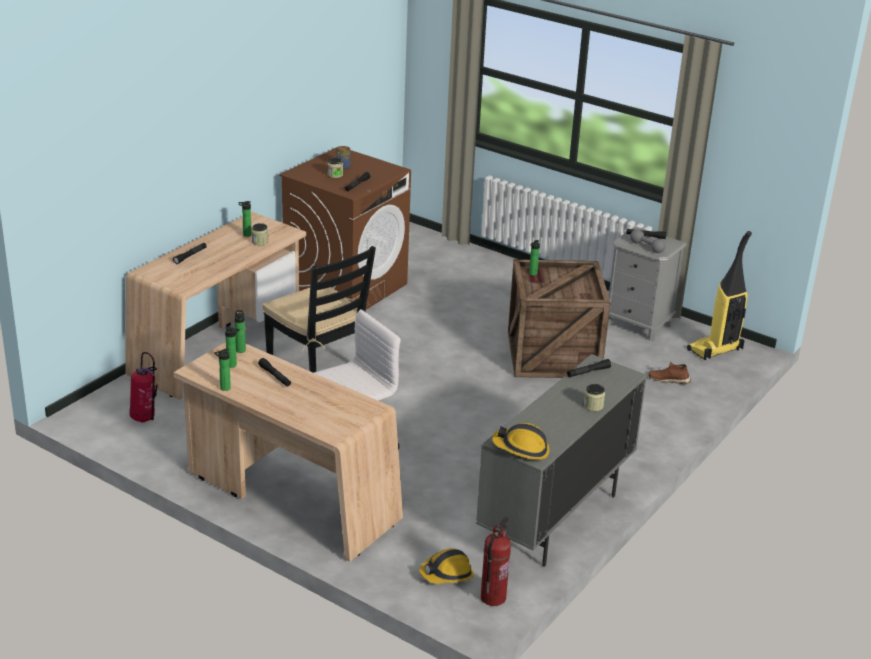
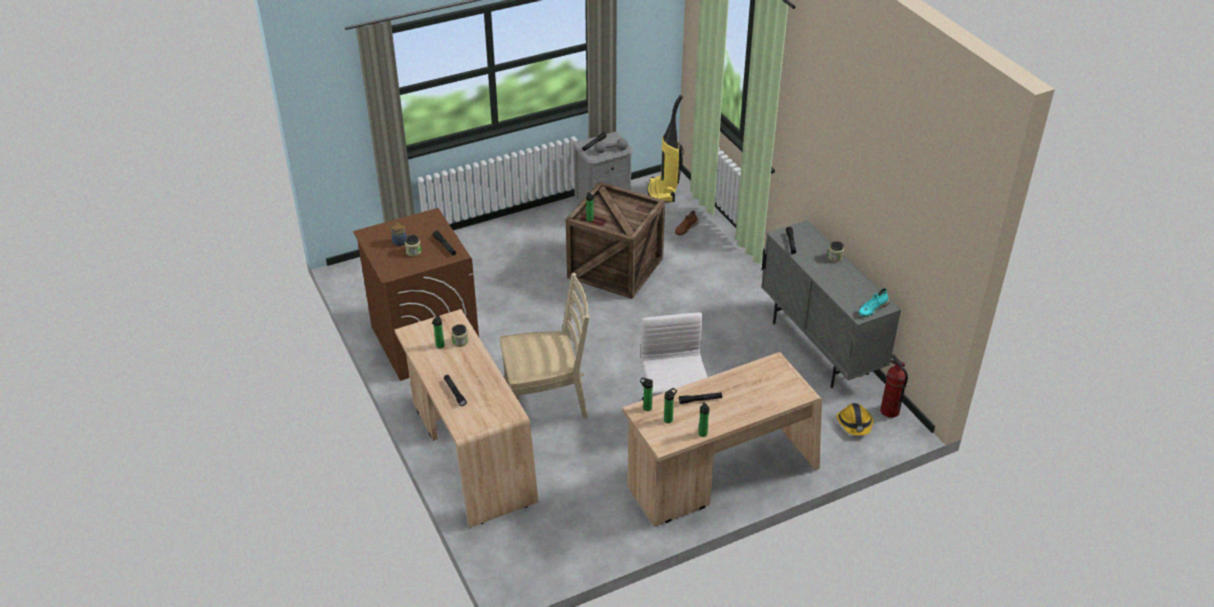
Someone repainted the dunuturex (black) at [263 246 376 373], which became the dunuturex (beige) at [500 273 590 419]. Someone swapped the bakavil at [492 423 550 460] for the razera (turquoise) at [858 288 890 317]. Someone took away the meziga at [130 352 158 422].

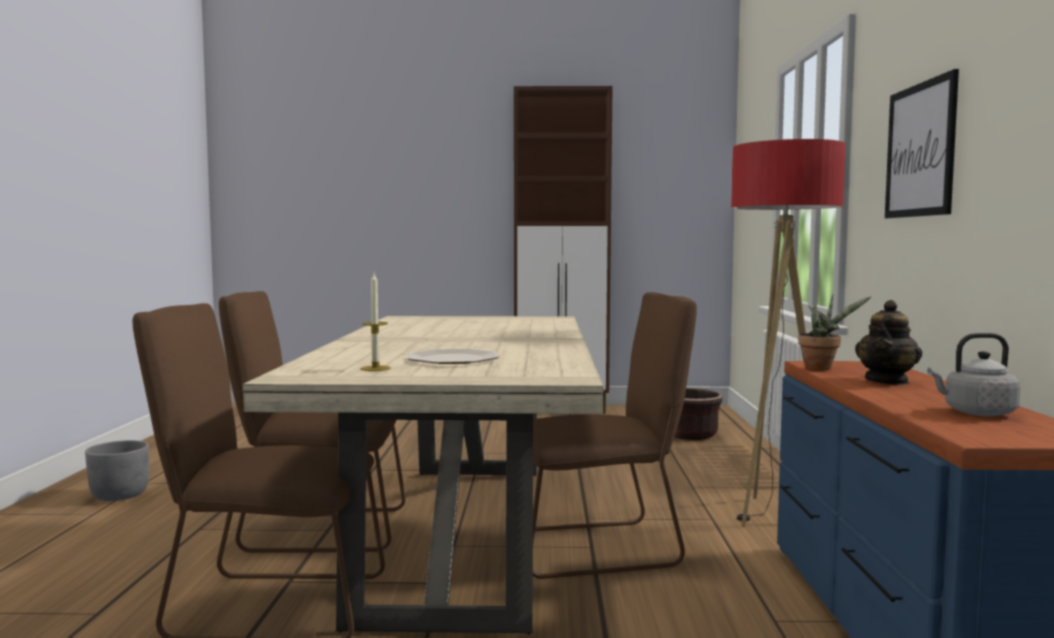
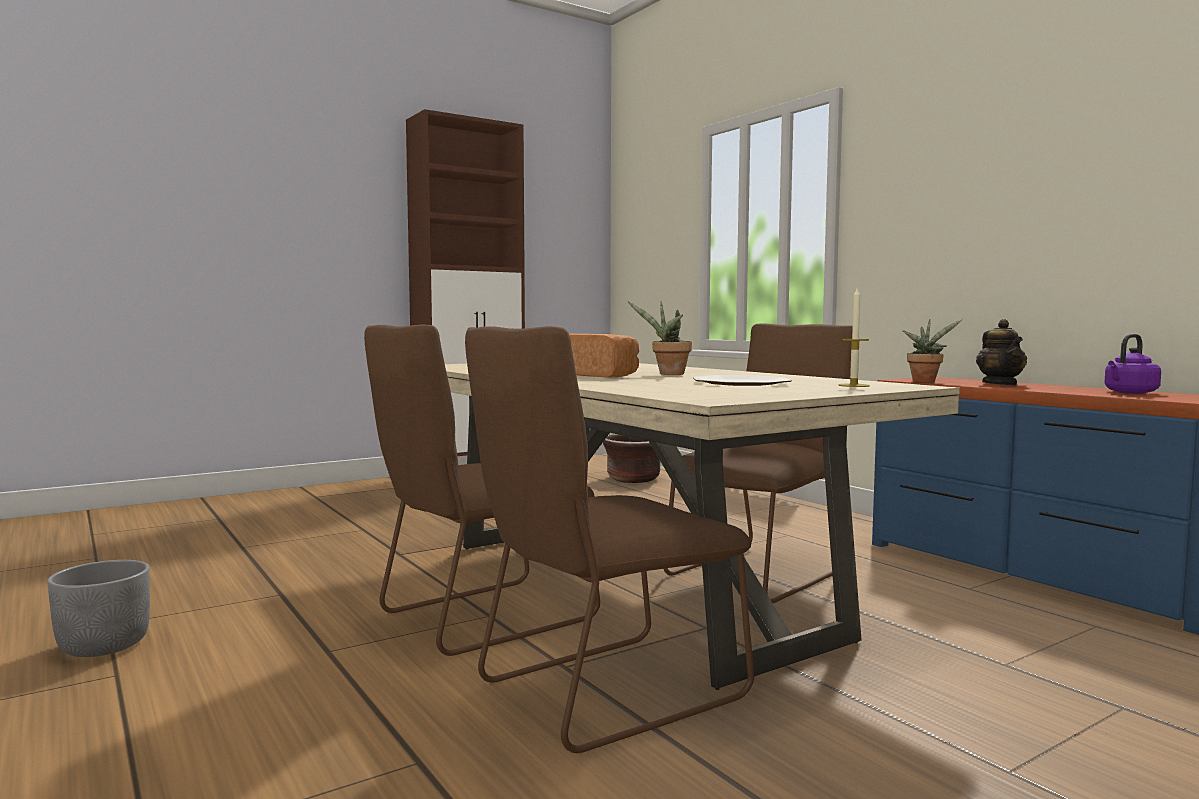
Someone put down the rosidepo at [569 334 639 378]. Someone put down the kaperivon at [628 301 692 375]. Someone carried the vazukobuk from [361 273 391 371] to [838 288 870 387]. Someone repainted the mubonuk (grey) at [927 333 1021 416], which became the mubonuk (purple) at [1104 334 1161 394]. Someone took away the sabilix at [731 139 845 527]. Someone took away the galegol at [885 69 959 218].

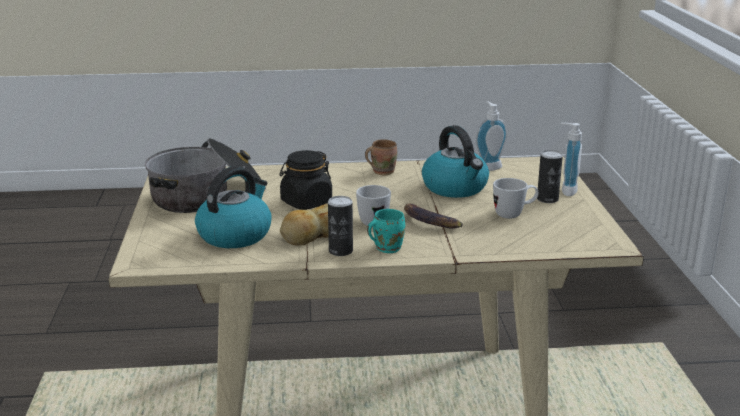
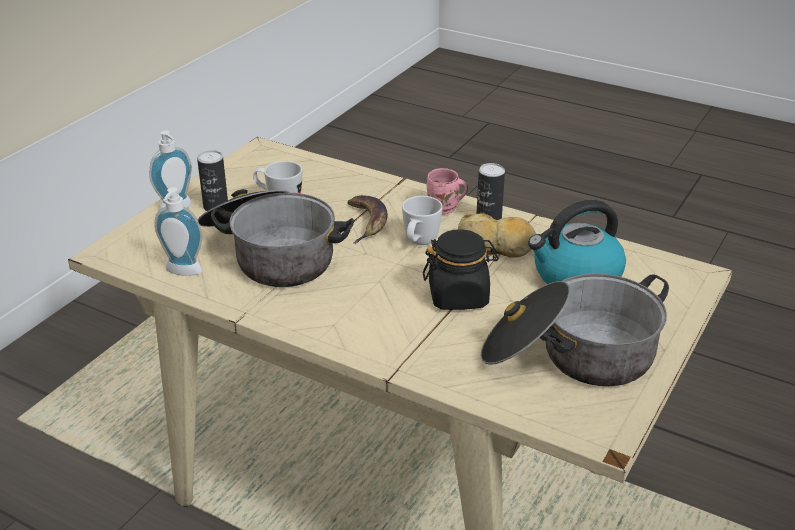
Someone swapped the mubonuk at [422 125 489 198] for the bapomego at [198 189 354 287]. Someone repainted the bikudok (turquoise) at [367 209 405 253], which became the bikudok (pink) at [427 168 468 215]. Someone took away the bikudok (brown) at [365 139 397 176].

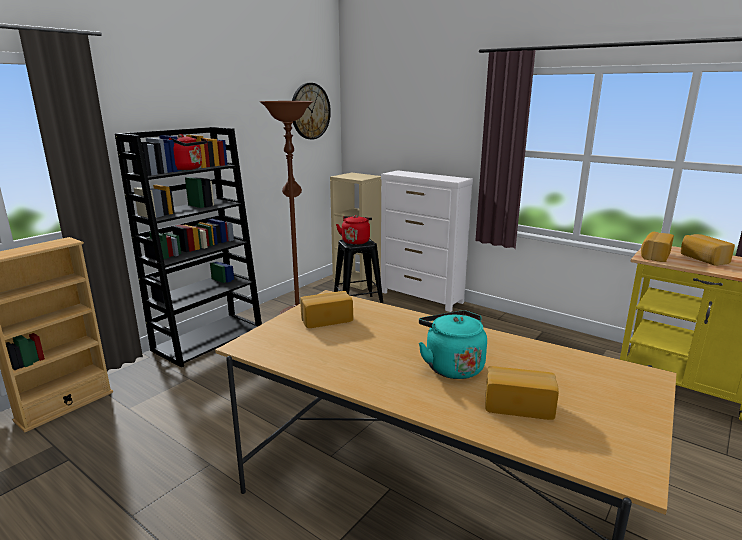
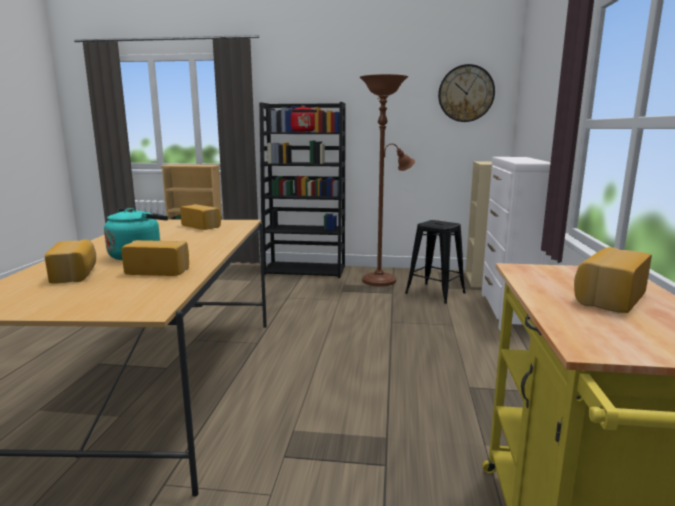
Someone carried the rosidepo from [641 232 674 262] to [121 240 189 276]. Someone took away the mubonuk (red) at [336 215 372 245].

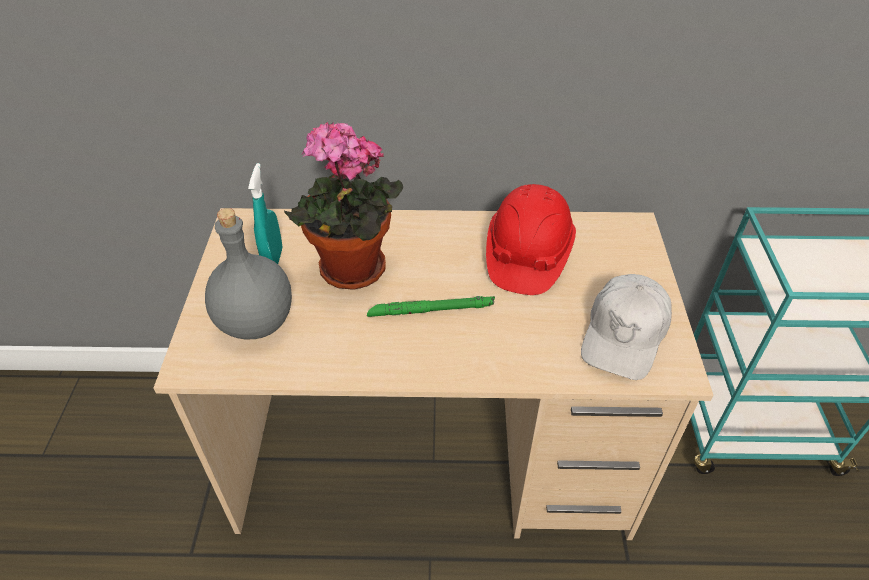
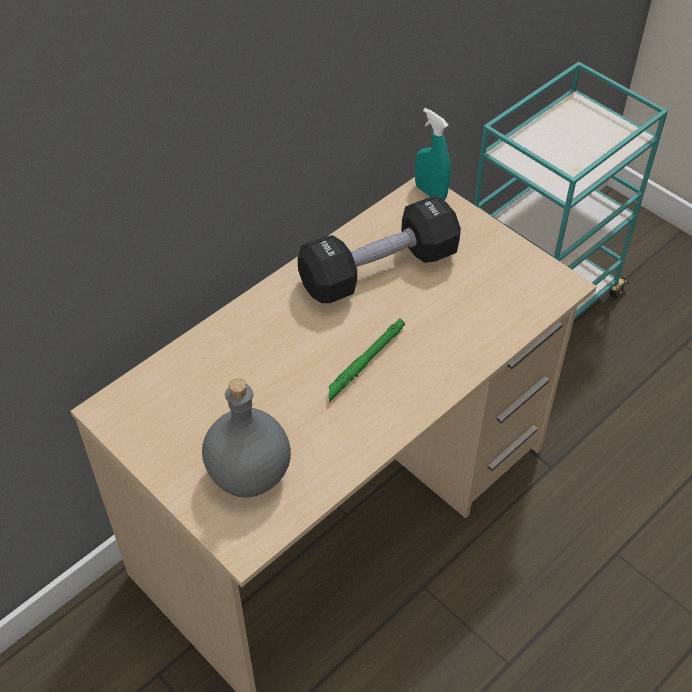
Someone swapped the bakavil (red) at [486 184 576 295] for the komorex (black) at [298 196 461 303]. Someone carried the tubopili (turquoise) from [248 163 282 264] to [415 108 451 200]. Someone took away the kaperivon at [284 122 403 290]. Someone took away the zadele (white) at [581 274 672 380].

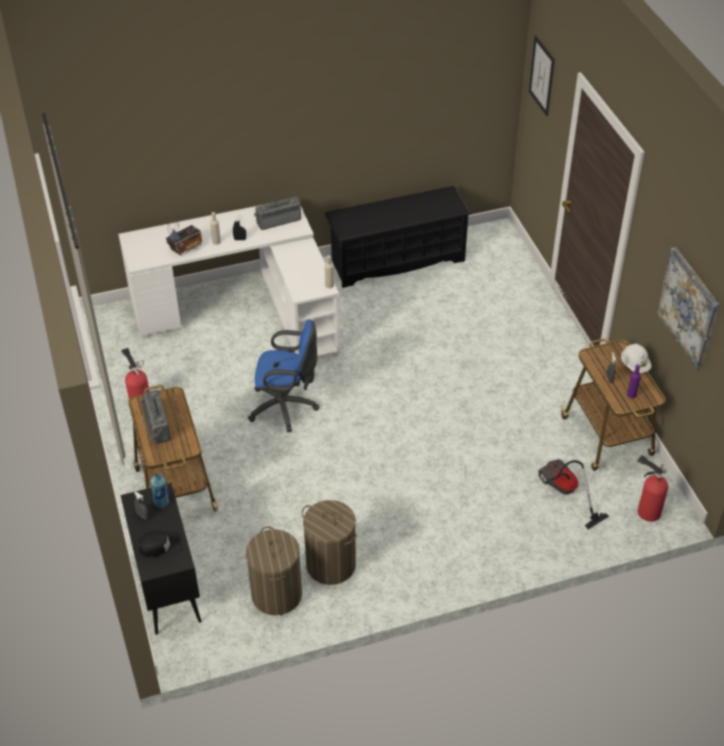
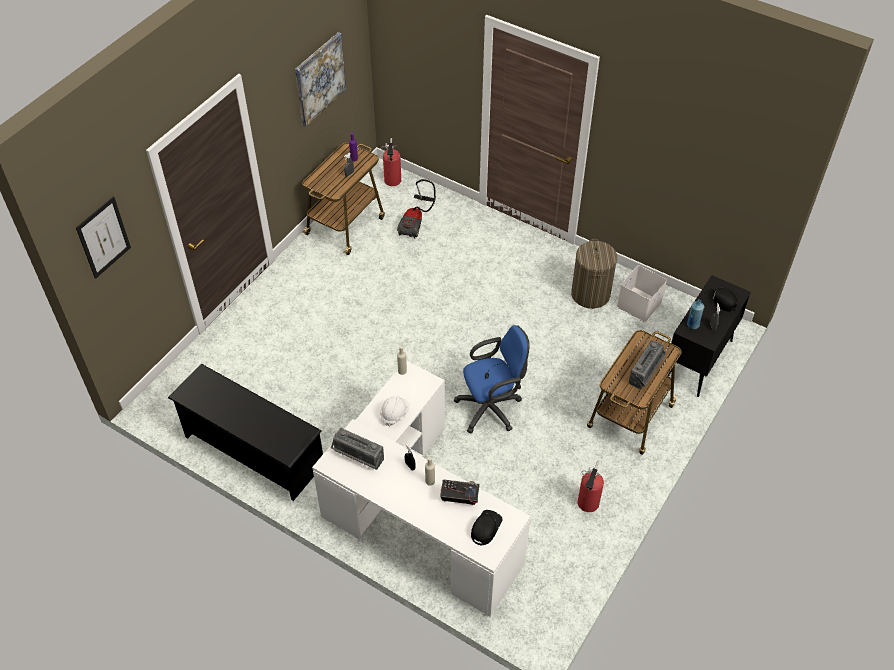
Someone carried the bakavil (white) from [621 344 652 373] to [380 396 410 426]. Someone rotated the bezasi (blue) at [248 319 319 432] by 105 degrees clockwise. Someone put down the zadele (black) at [471 510 503 546]. Someone swapped the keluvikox at [246 526 302 615] for the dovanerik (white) at [617 265 667 322].

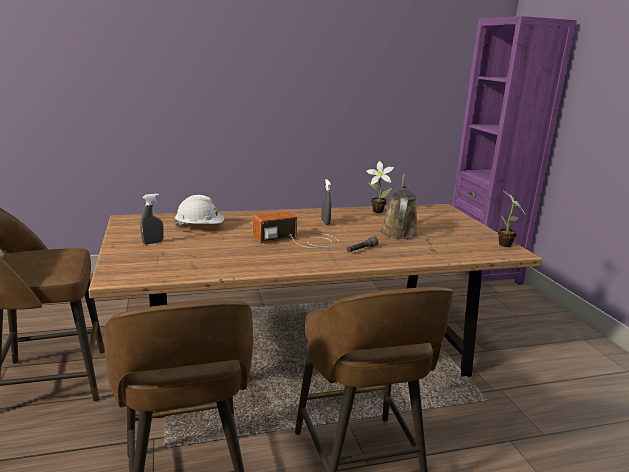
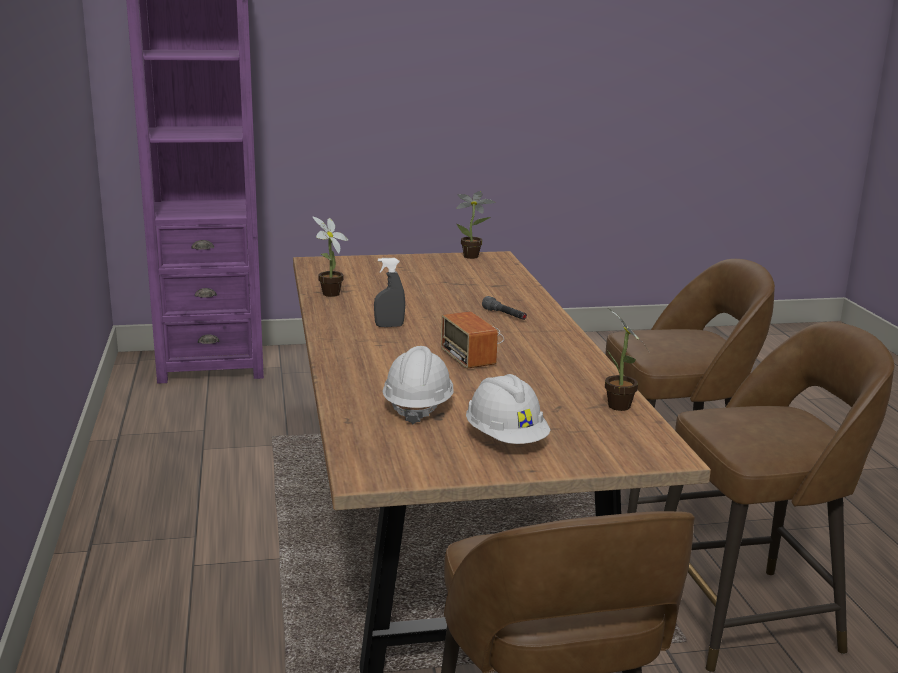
Someone swapped the tubopili (grey) at [140 194 164 244] for the bakavil (white) at [466 374 551 444]. Someone put down the kaperivon at [605 308 650 411]. Someone took away the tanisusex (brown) at [380 174 418 239].

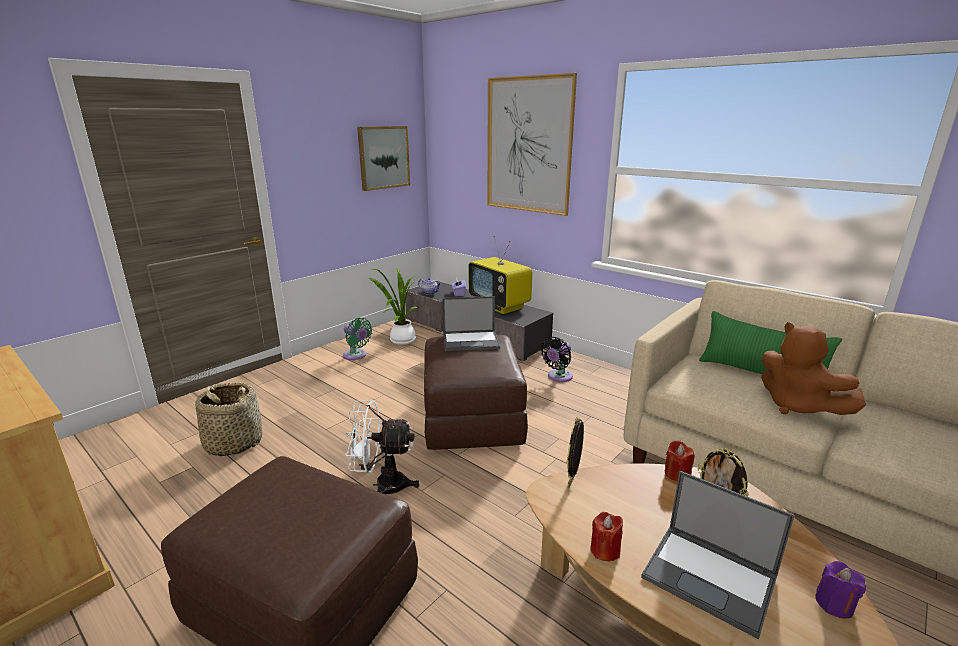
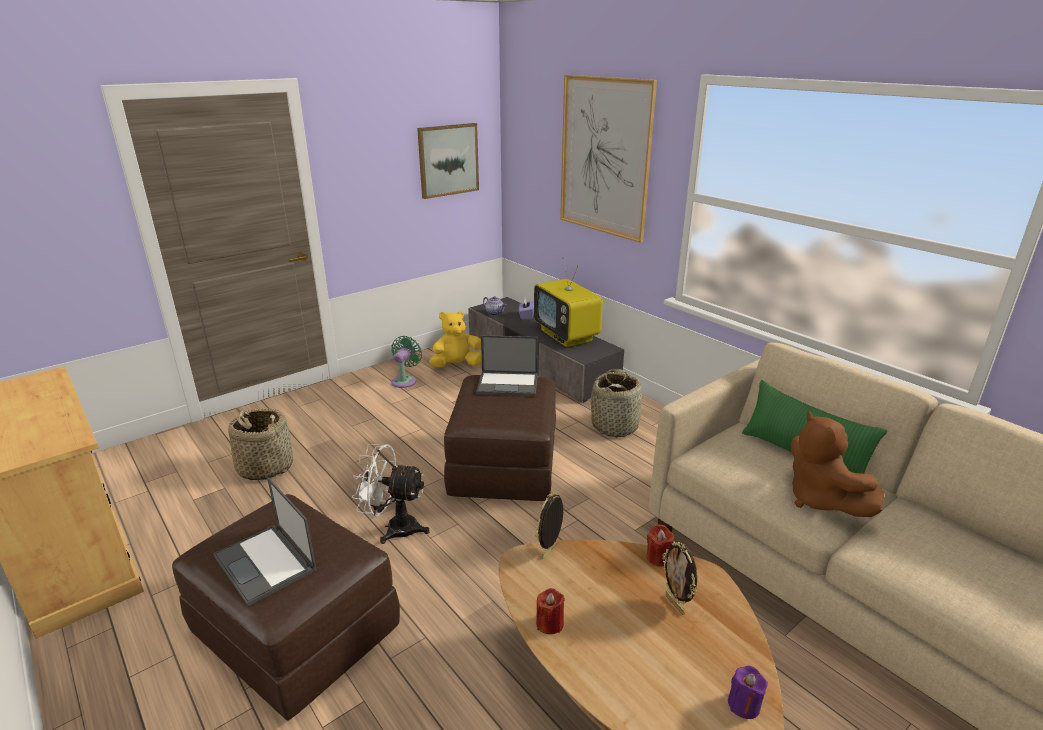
Someone carried the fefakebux from [641 471 795 639] to [213 477 317 606]. Someone rotated the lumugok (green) at [343 318 372 360] by 120 degrees counterclockwise. Someone swapped the kaperivon at [369 269 420 345] for the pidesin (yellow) at [429 311 482 368]. Someone swapped the lumugok (black) at [541 337 573 382] for the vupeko at [591 369 642 437].

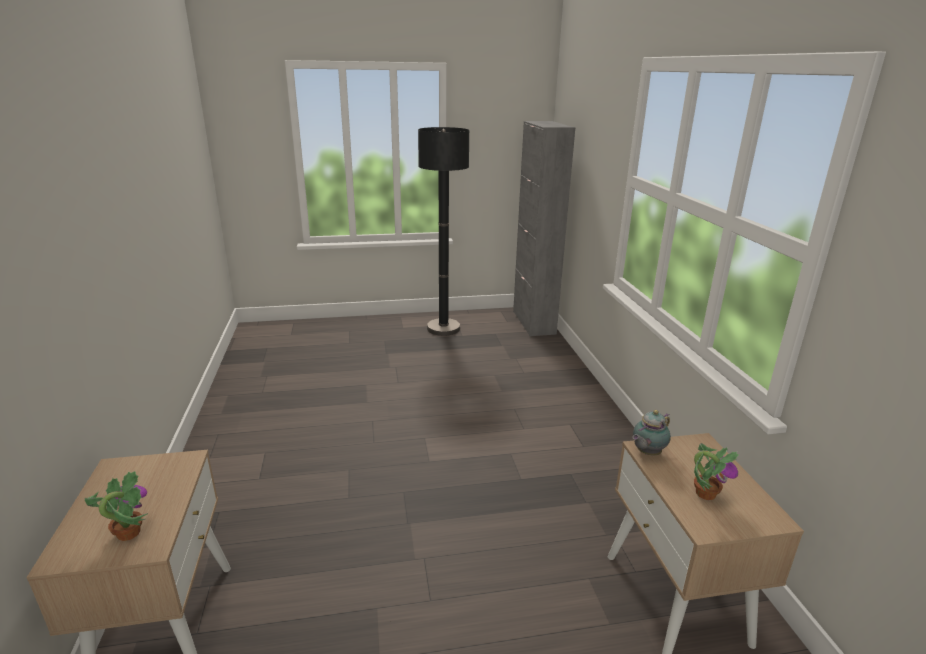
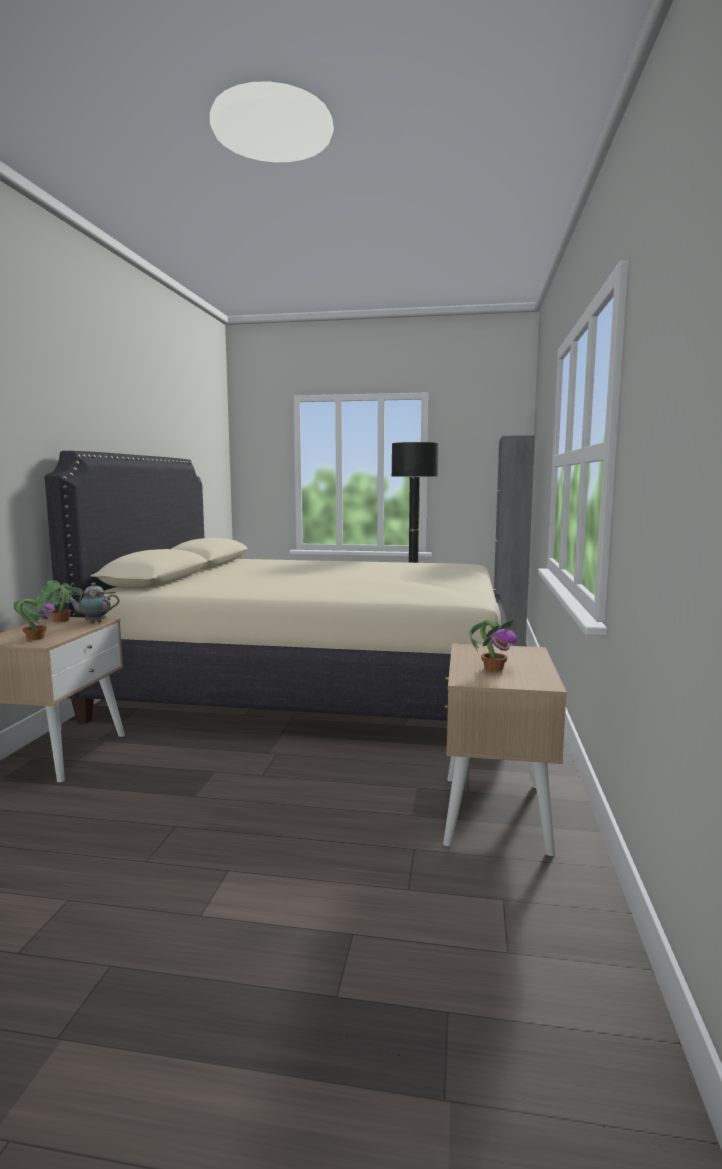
Someone put down the kaperivon at [37 580 83 622]. Someone put down the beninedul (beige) at [45 451 514 724]. Someone carried the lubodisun from [632 410 671 455] to [67 583 119 623].

